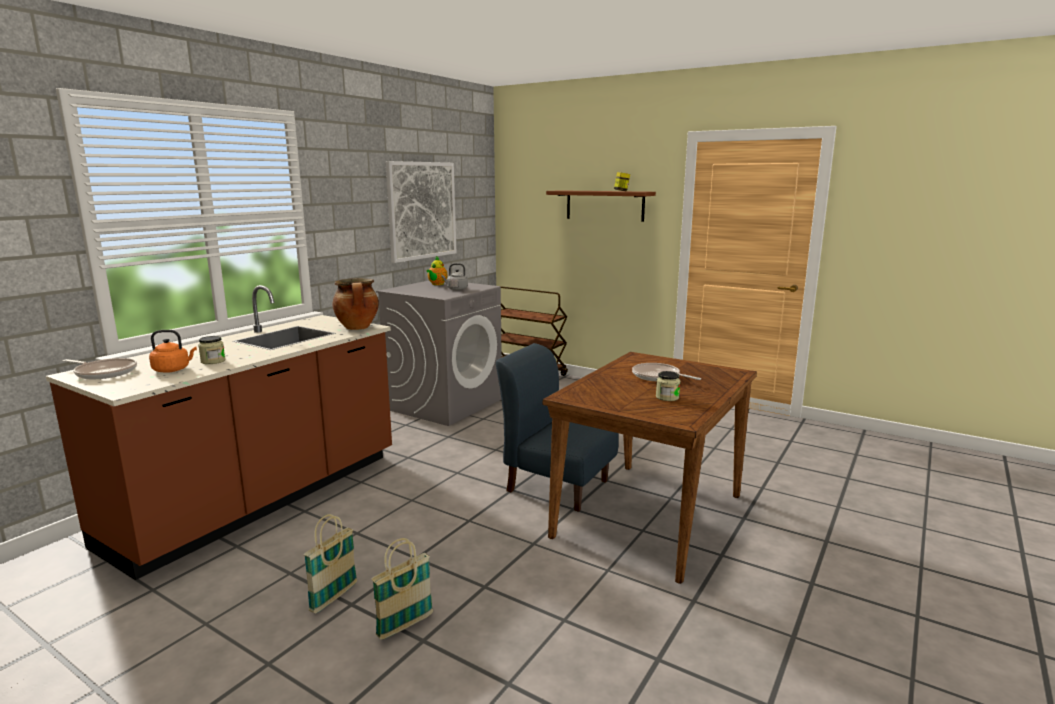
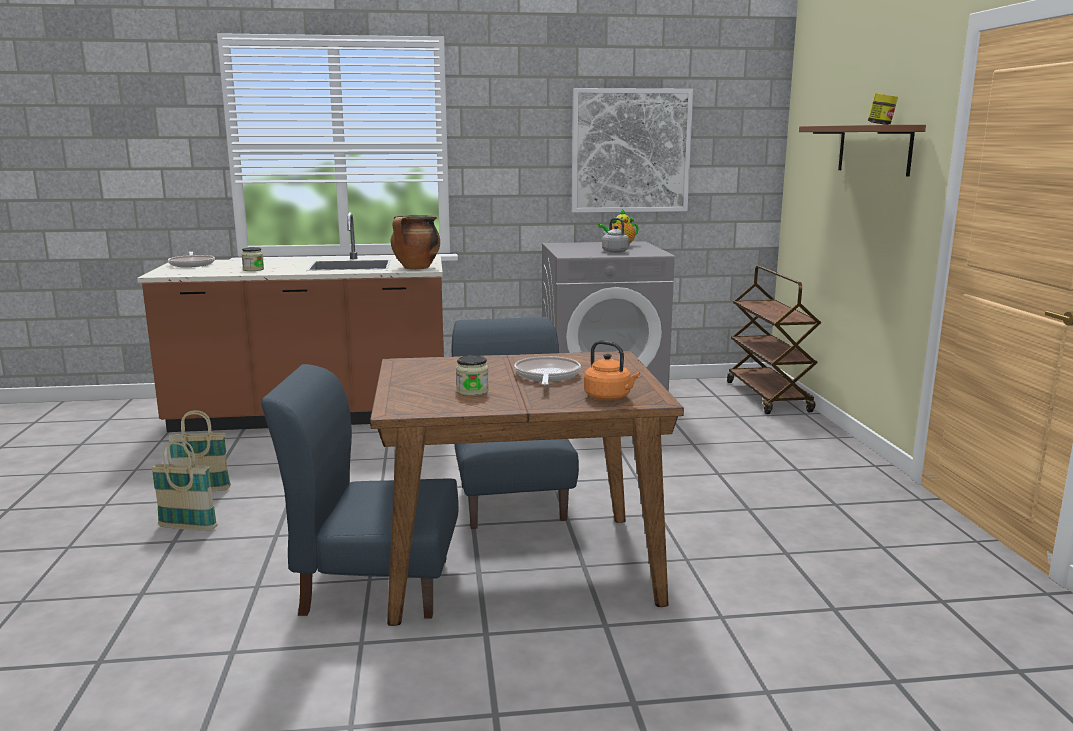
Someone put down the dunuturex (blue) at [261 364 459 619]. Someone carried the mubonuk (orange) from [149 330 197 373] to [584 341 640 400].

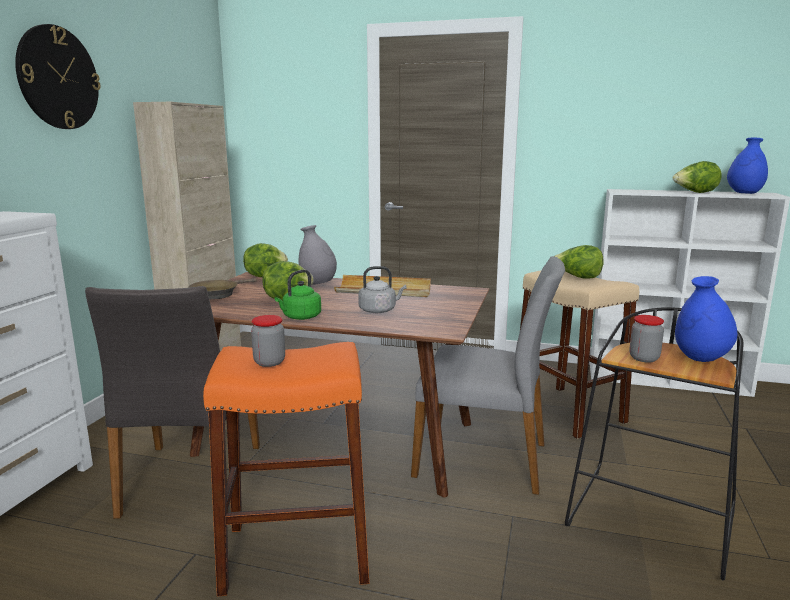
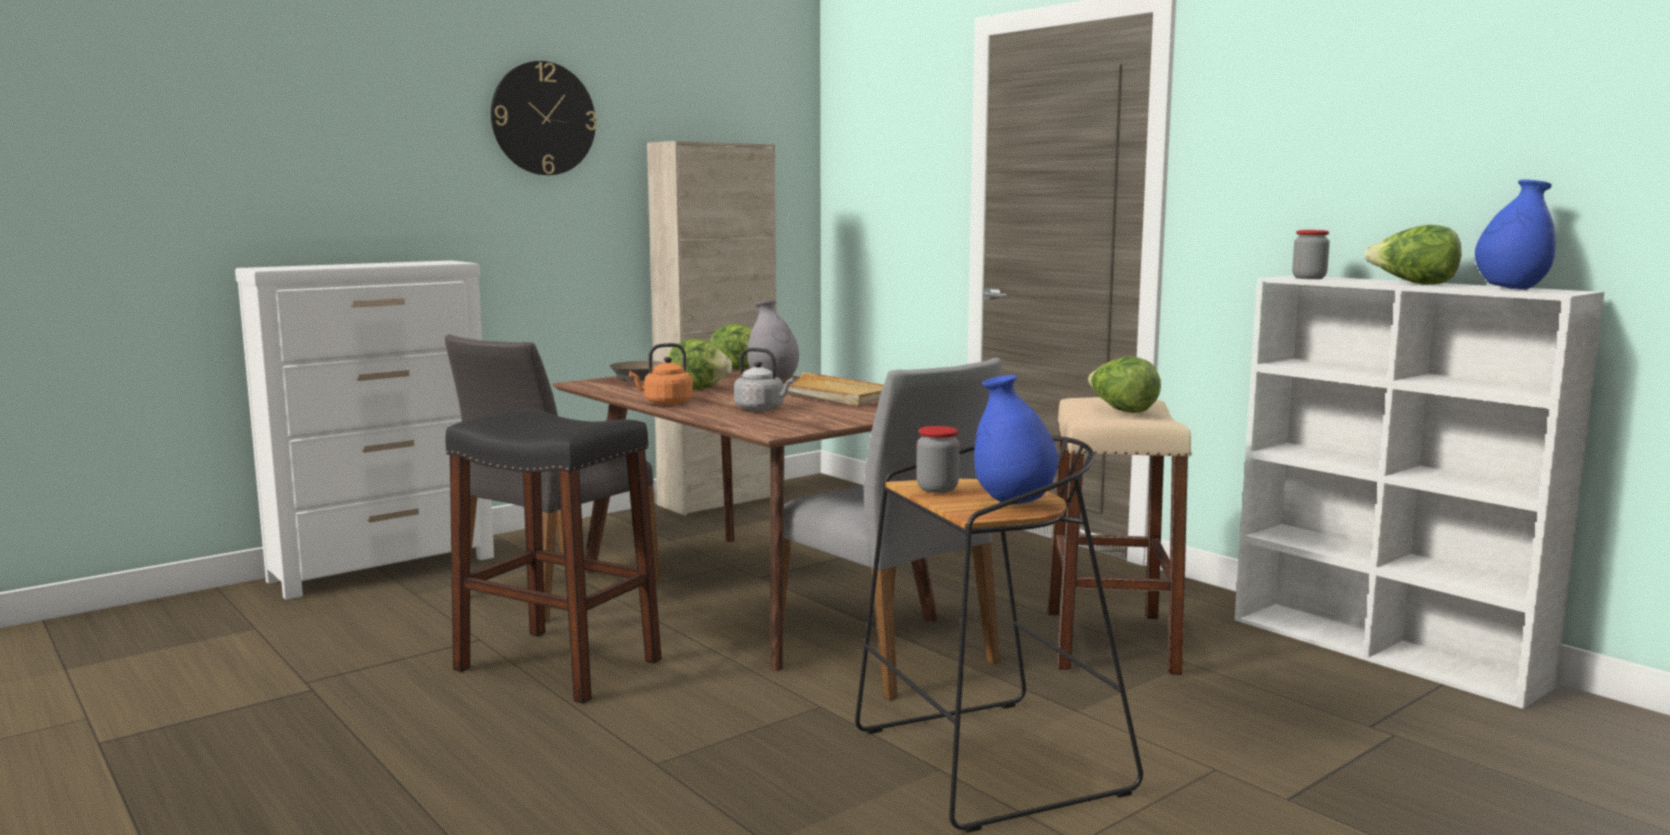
Someone repainted the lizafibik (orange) at [203 342 369 596], which became the lizafibik (black) at [445 408 662 704]. Someone repainted the mubonuk (green) at [275 269 321 320], which became the mubonuk (orange) at [629 343 693 405]. Someone carried the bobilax from [251 315 285 367] to [1292 230 1330 279].

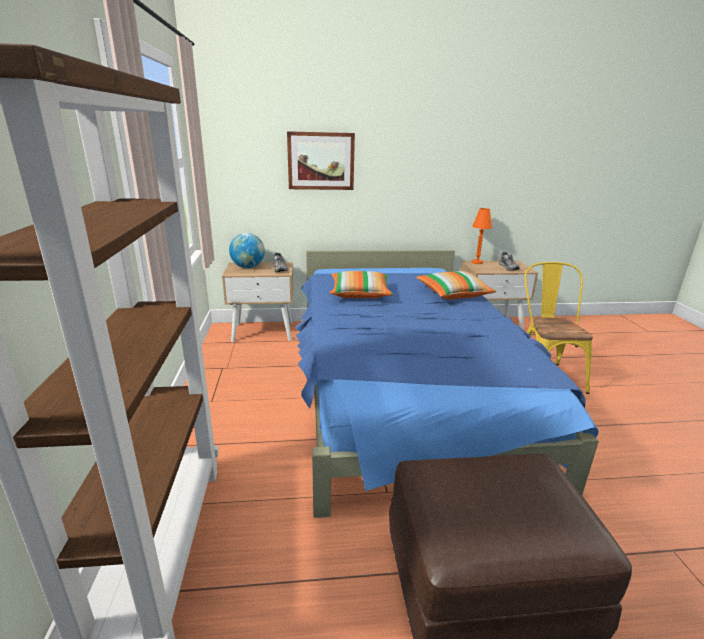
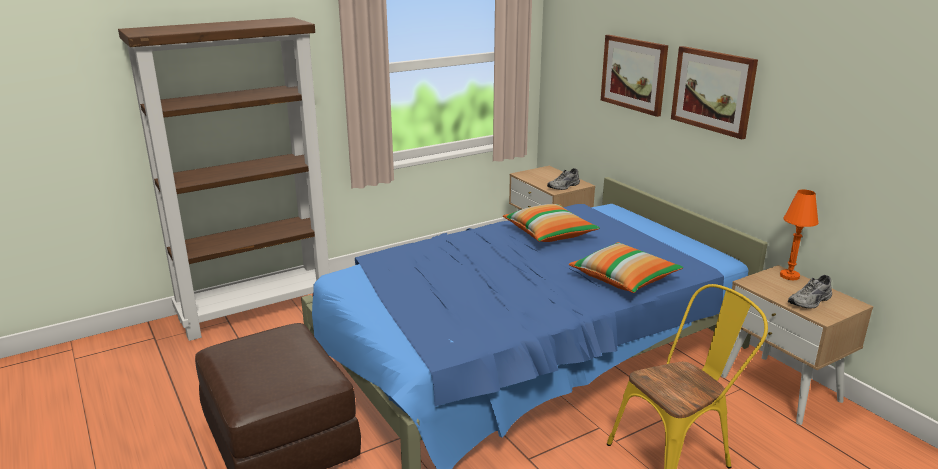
Someone put up the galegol at [671 46 758 139]. Someone took away the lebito at [229 233 265 268].

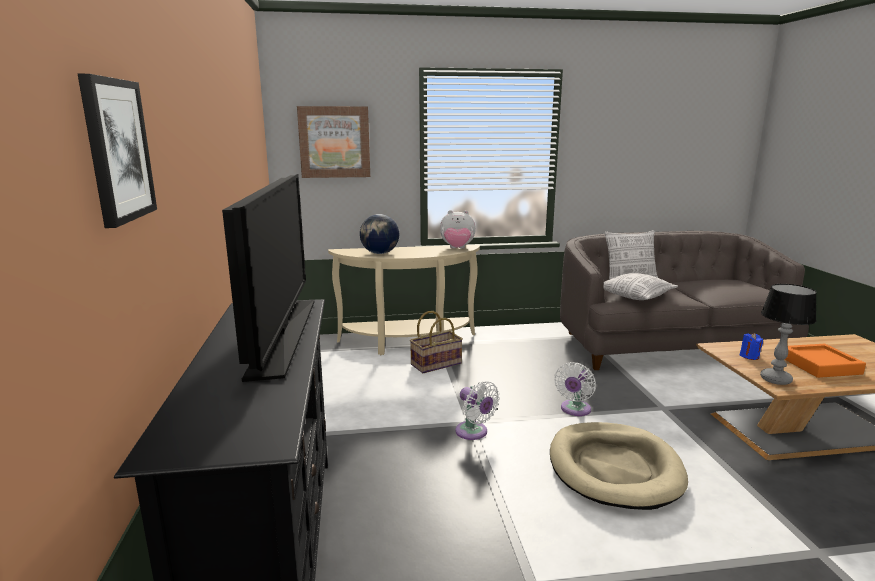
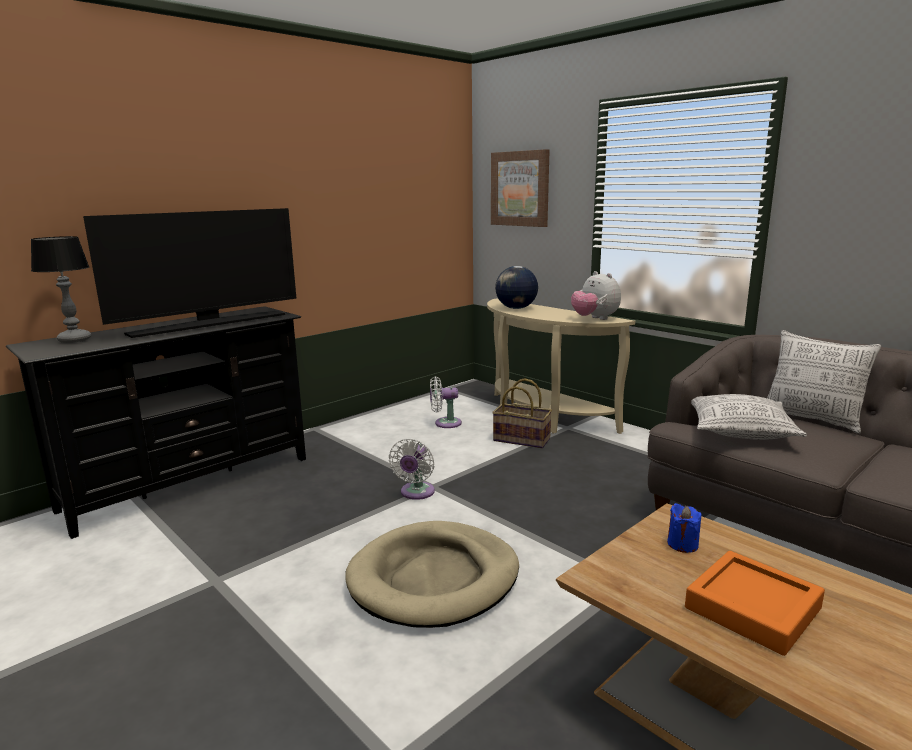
Someone carried the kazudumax from [760 284 817 385] to [31 236 91 343]. Someone carried the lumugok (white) from [554 362 596 416] to [430 376 462 428]. Someone took away the galegol at [78 74 157 228].

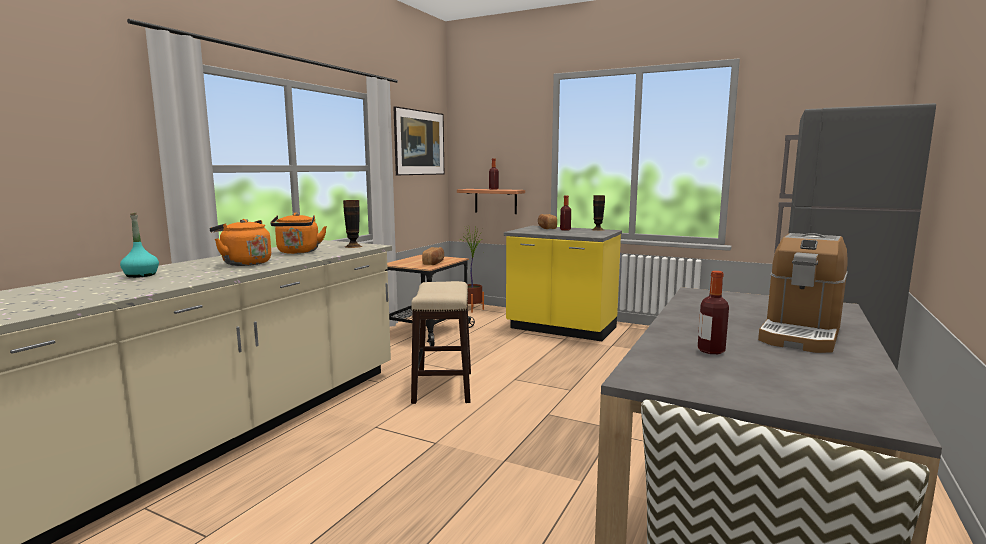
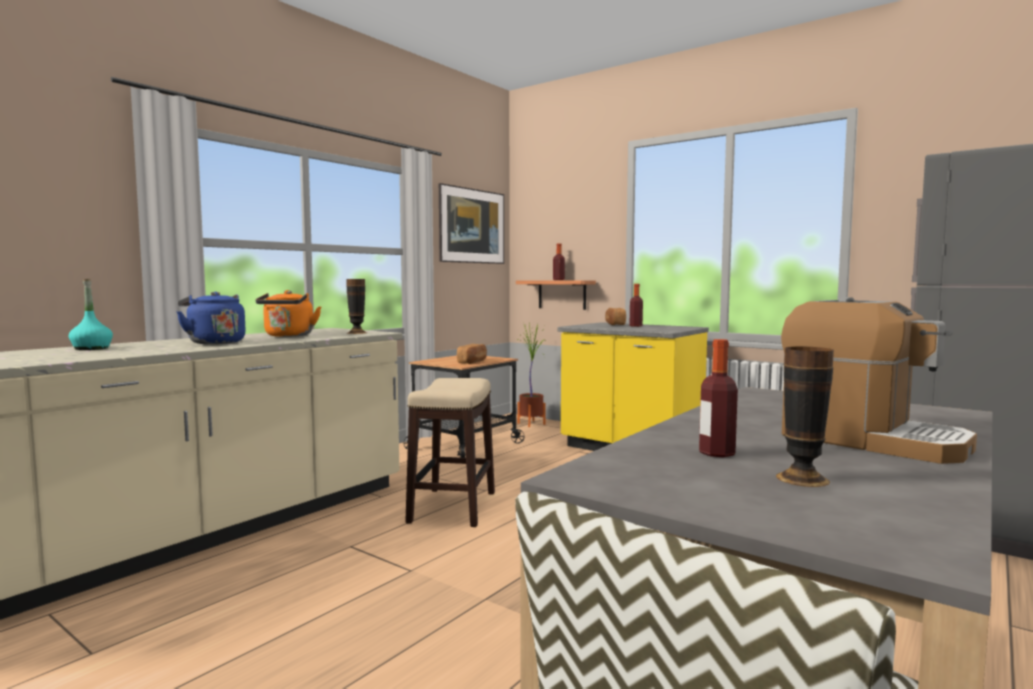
Someone repainted the mubonuk (orange) at [210 219 271 266], which became the mubonuk (blue) at [176 291 246 344]. Someone carried the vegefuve from [592 195 605 231] to [776 346 834 487]. Someone rotated the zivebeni at [758 233 848 353] by 90 degrees counterclockwise.

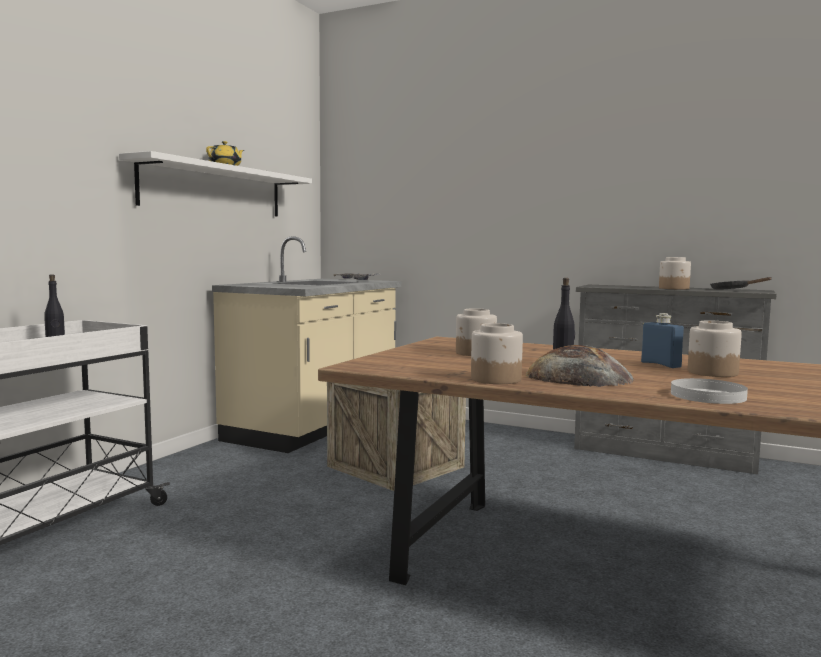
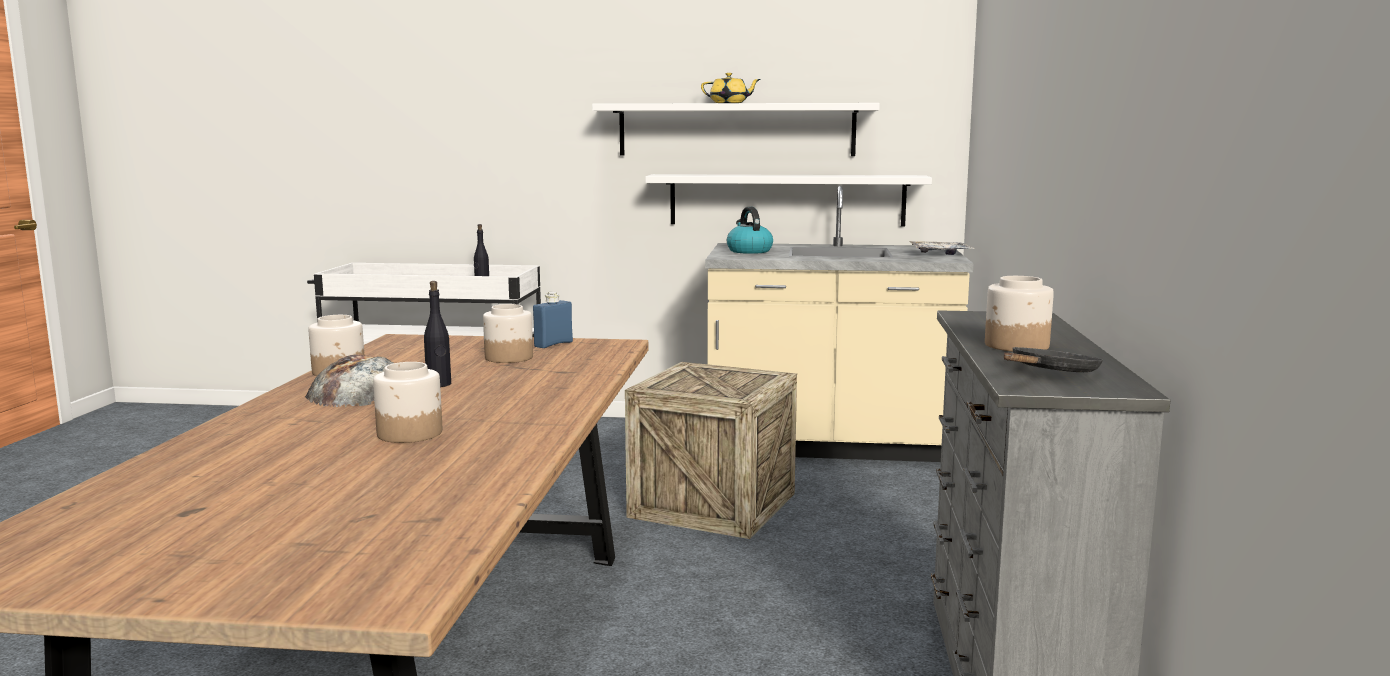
Someone carried the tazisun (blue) from [641 313 684 368] to [533 292 573 348]. Someone put up the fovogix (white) at [645 174 932 226]. Someone put down the mubonuk at [727 207 773 254]. Someone took away the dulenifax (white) at [671 378 748 404].

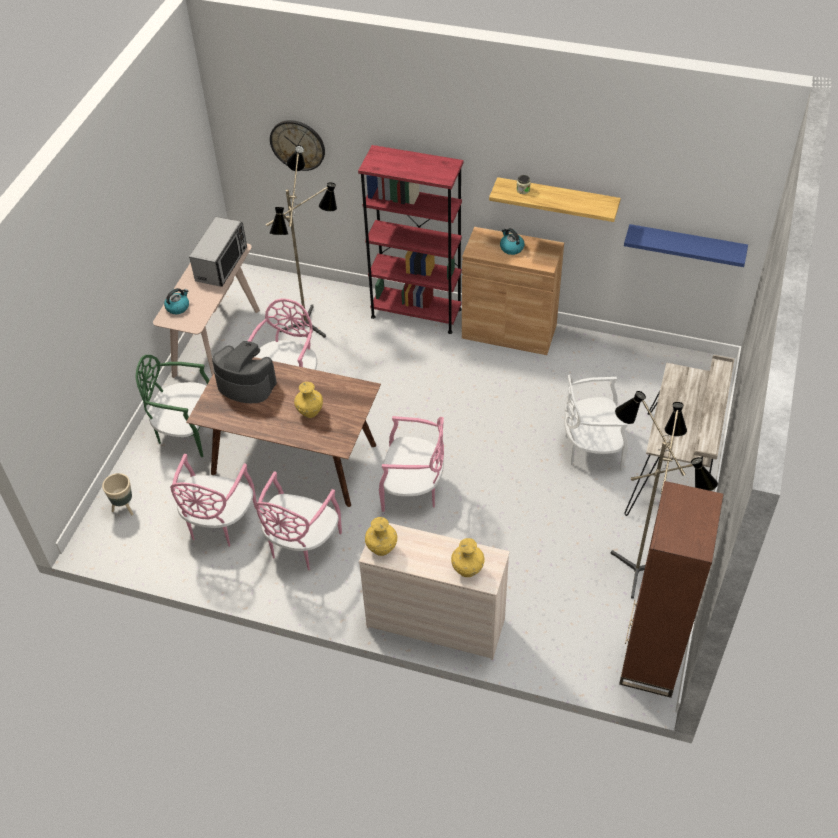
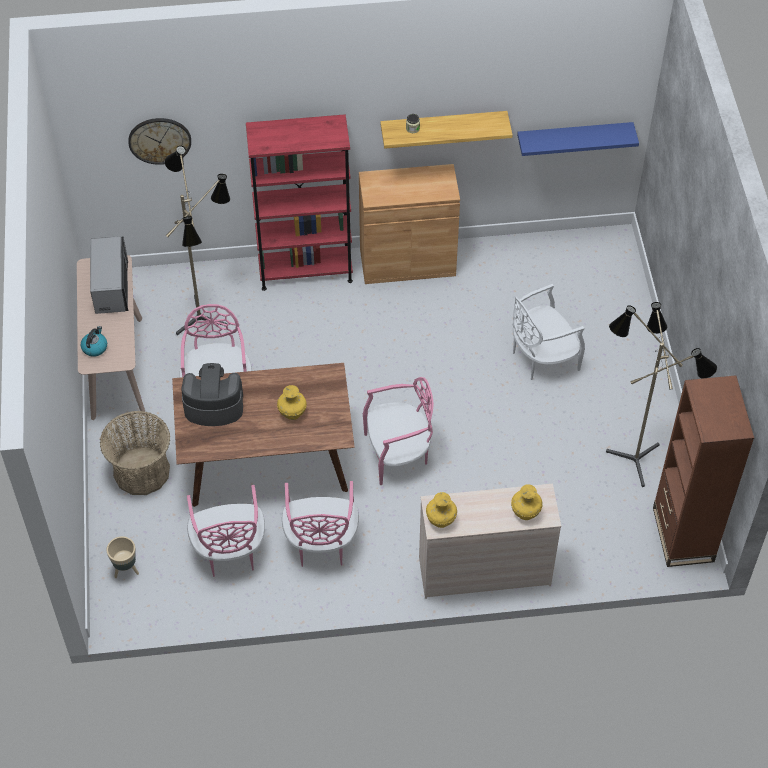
Someone swapped the dunuturex (green) at [135 355 210 457] for the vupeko at [100 411 170 495]. Someone took away the mubonuk at [500 228 524 255]. Someone took away the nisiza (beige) at [625 355 735 516].

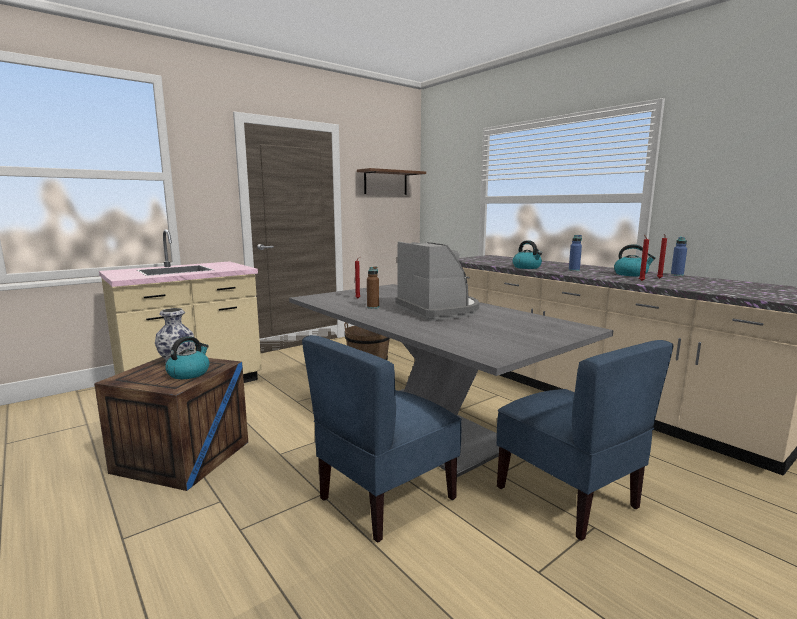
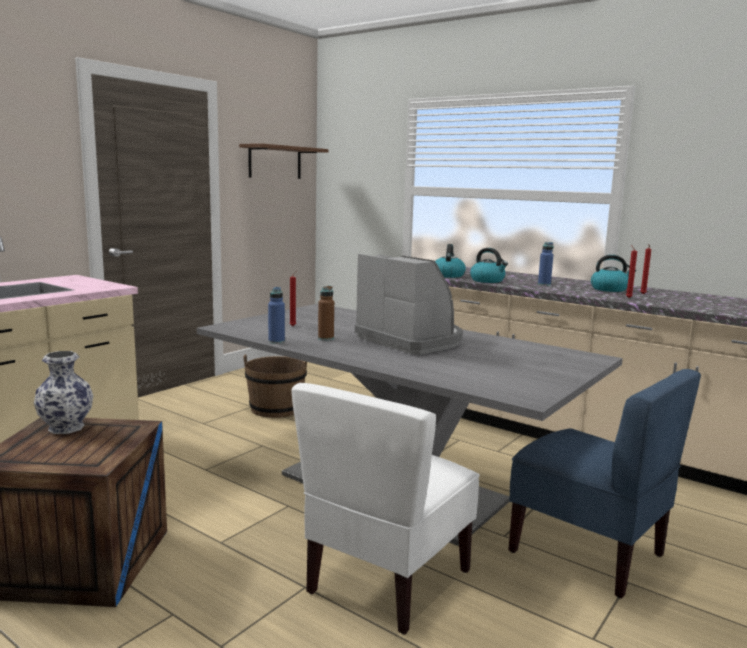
Someone carried the tazisun (blue) from [671 237 687 276] to [268 287 285 344]. Someone repainted the dunuturex (blue) at [302 335 462 542], which became the dunuturex (white) at [291 383 480 634]. Someone carried the mubonuk from [165 336 209 379] to [435 244 466 278].

